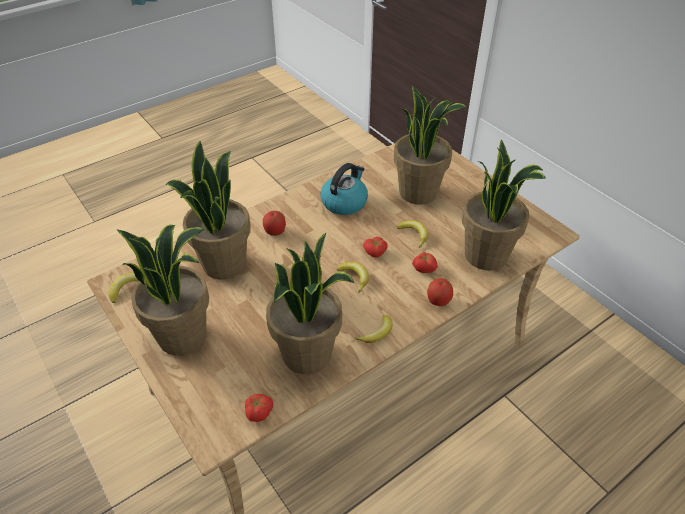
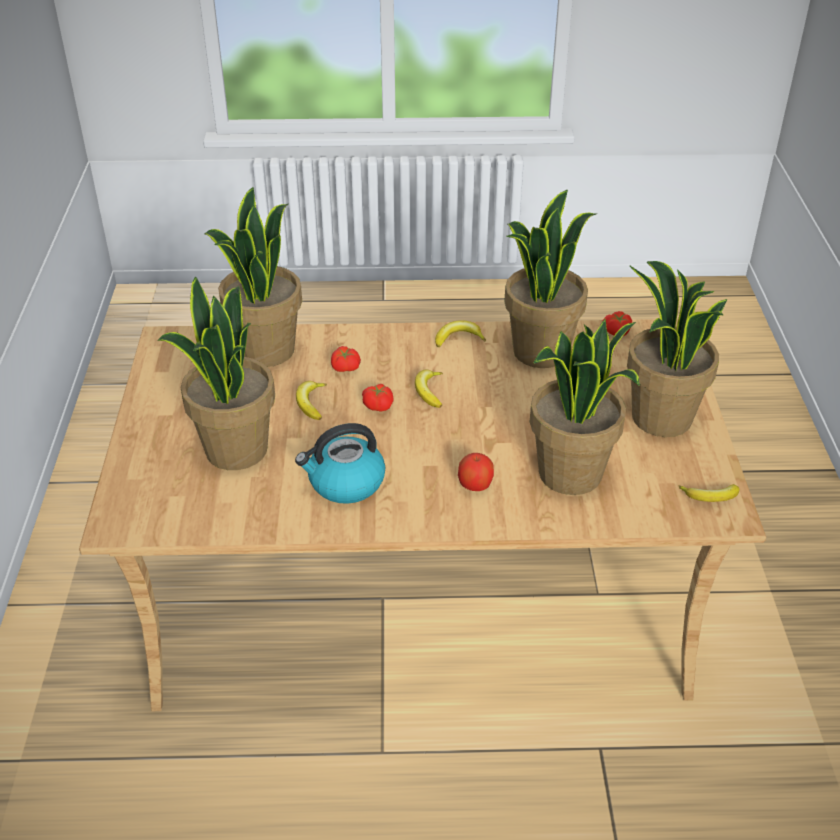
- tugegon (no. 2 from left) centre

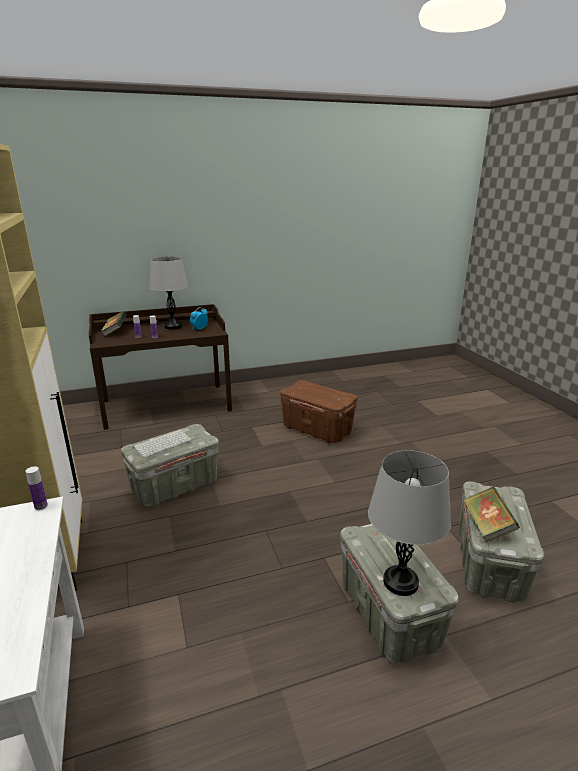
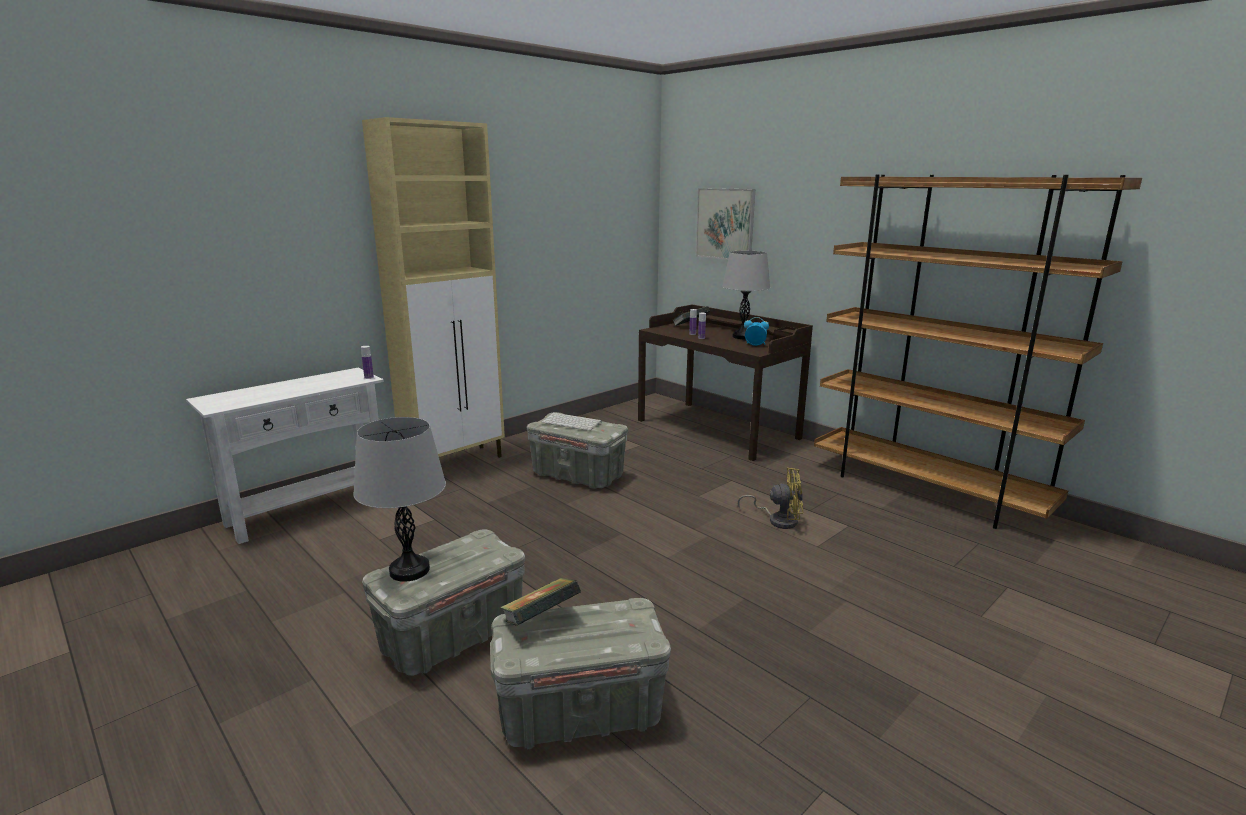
~ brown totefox centre to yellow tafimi centre
+ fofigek top centre
+ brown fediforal middle right

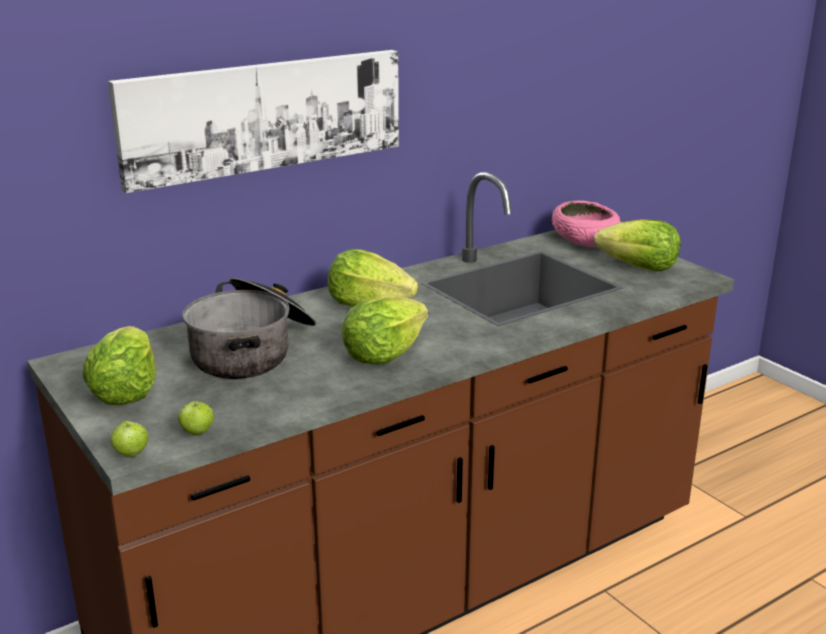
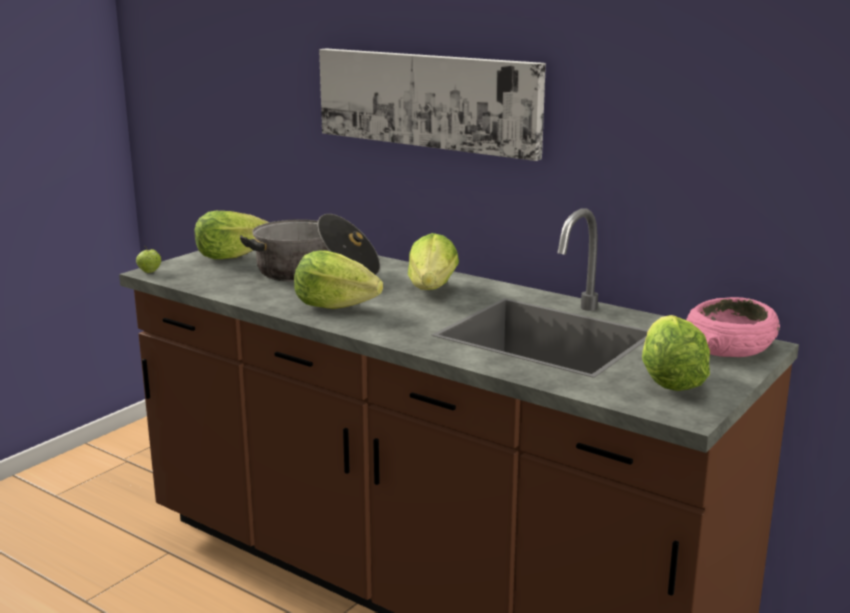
- tugegon (no. 2 from left) middle left

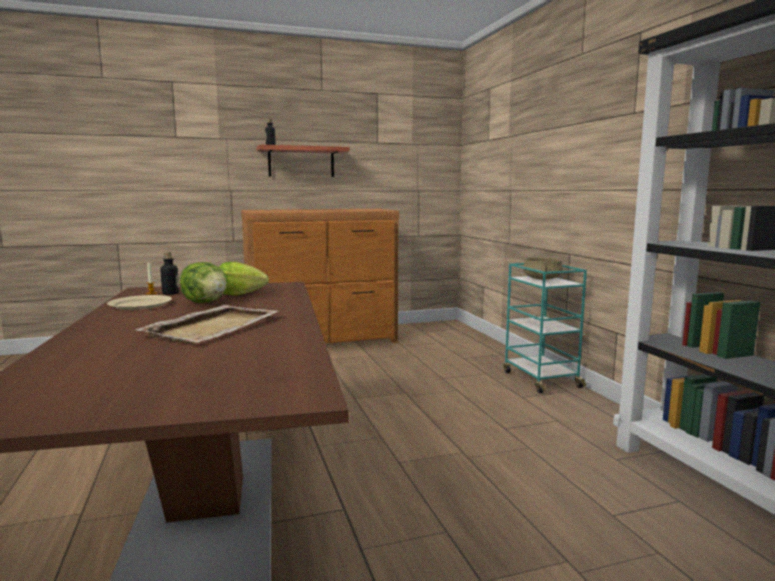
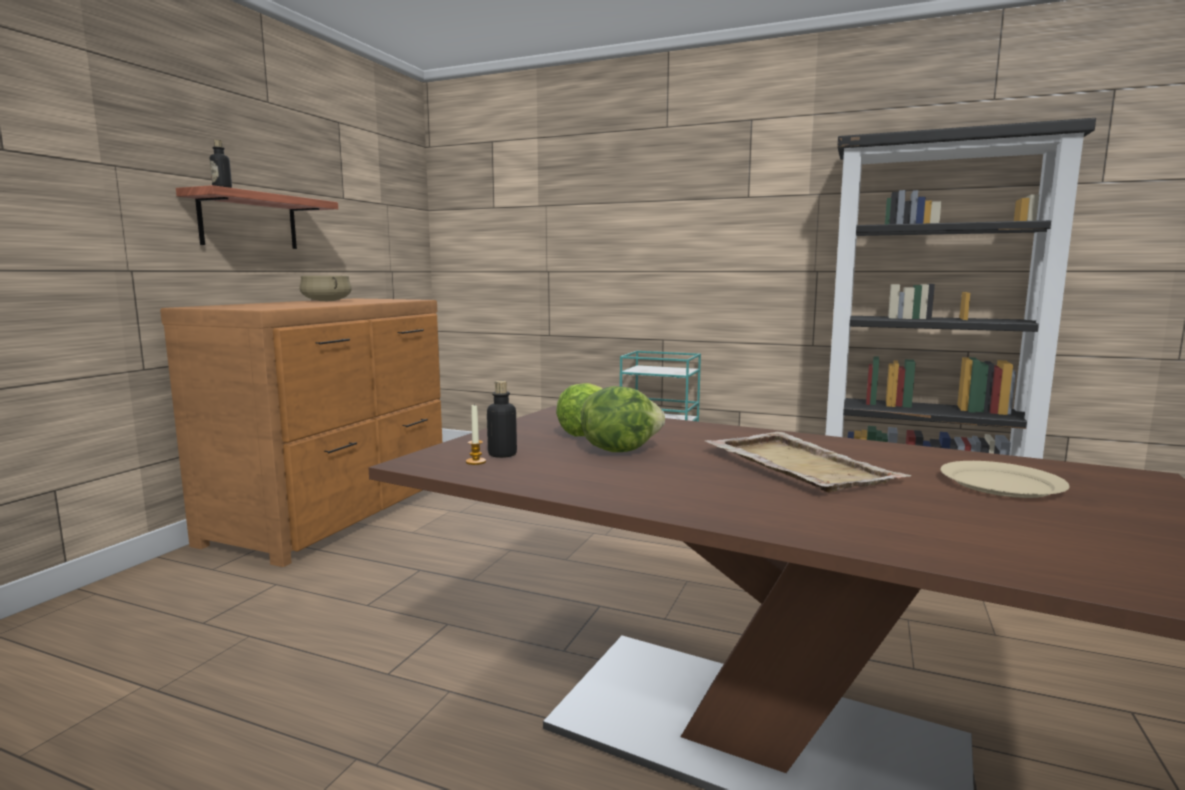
~ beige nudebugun middle left to middle right
~ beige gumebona middle right to middle left

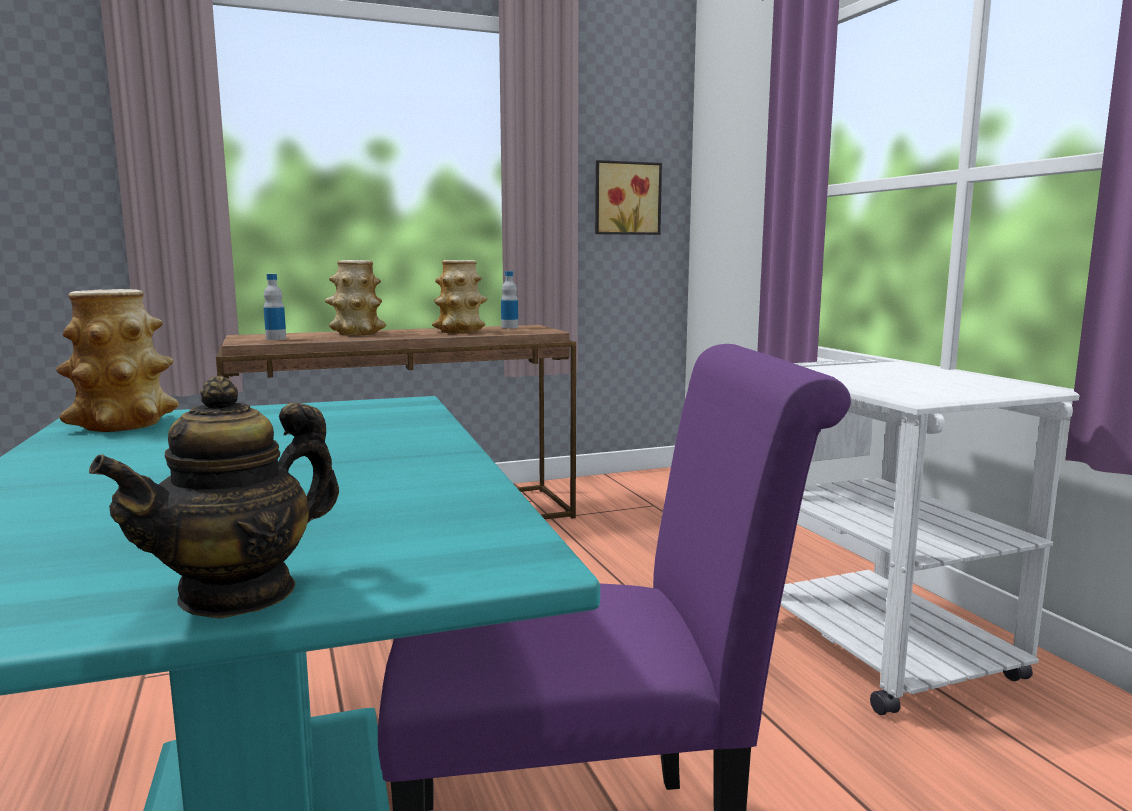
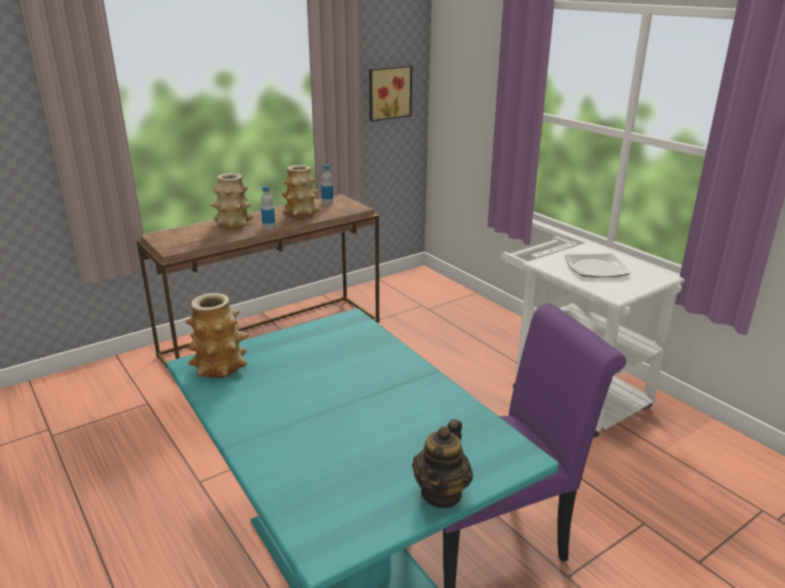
~ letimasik (no. 1 from left) middle left to centre
+ nudebugun middle right

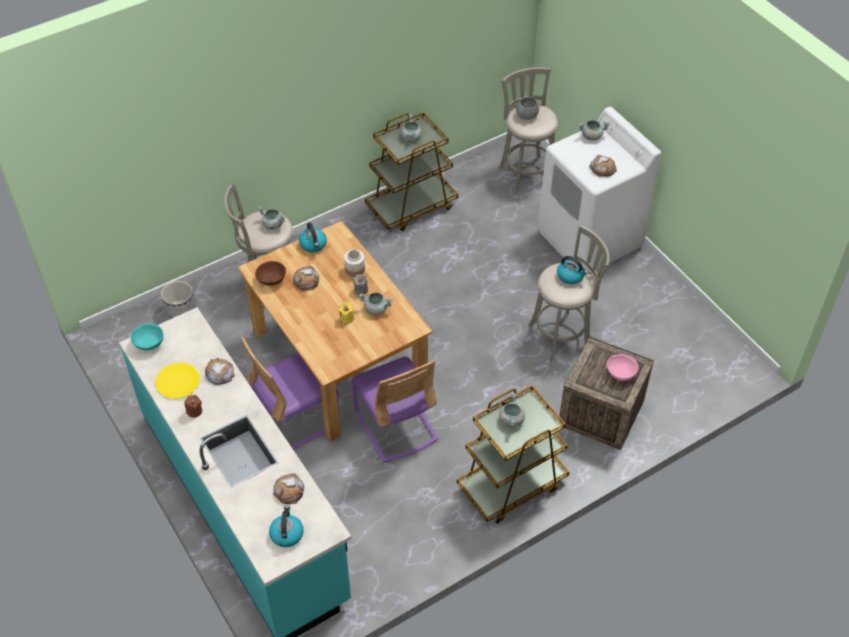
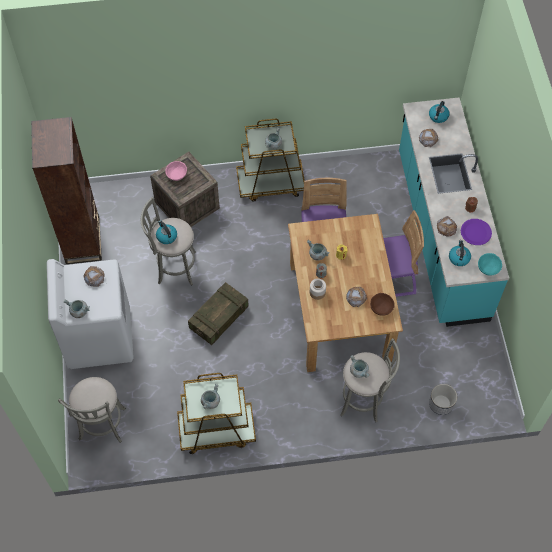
~ yellow nudebugun middle left to purple nudebugun middle right
~ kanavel (no. 2 from left in the first image) centre to kanavel (no. 3 from left) middle right
- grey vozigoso top centre
+ brown fediforal middle left
+ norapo (no. 2 from left) centre

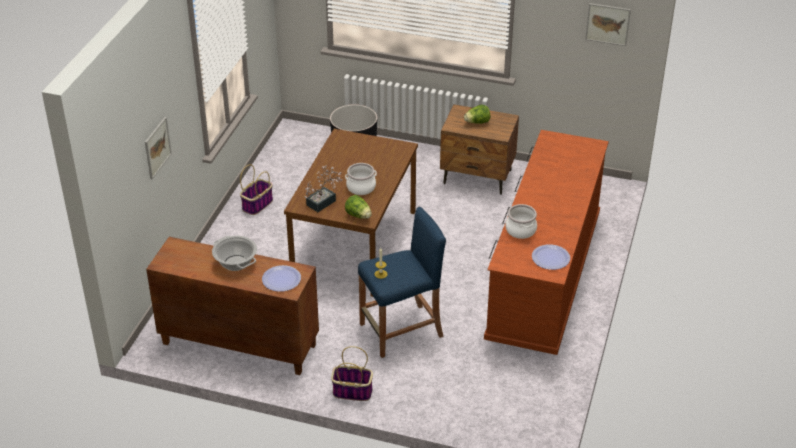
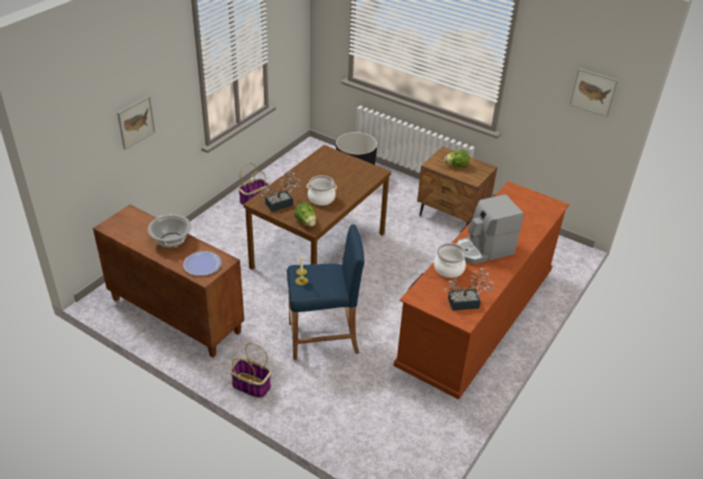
~ nudebugun (no. 2 from left) middle right to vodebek (no. 2 from left) middle right
+ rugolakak middle right

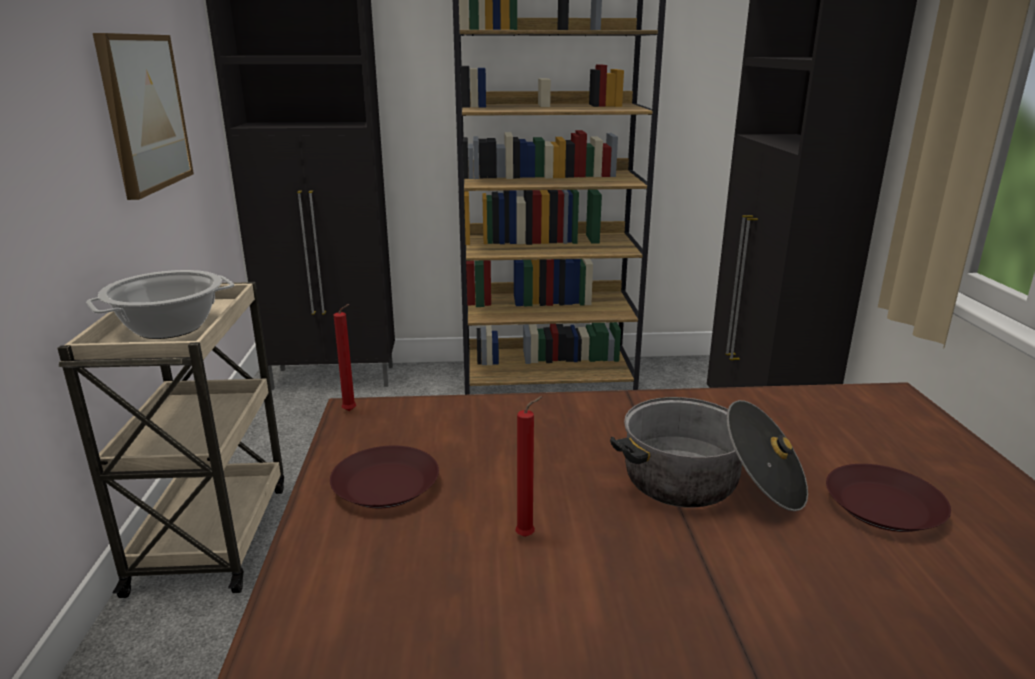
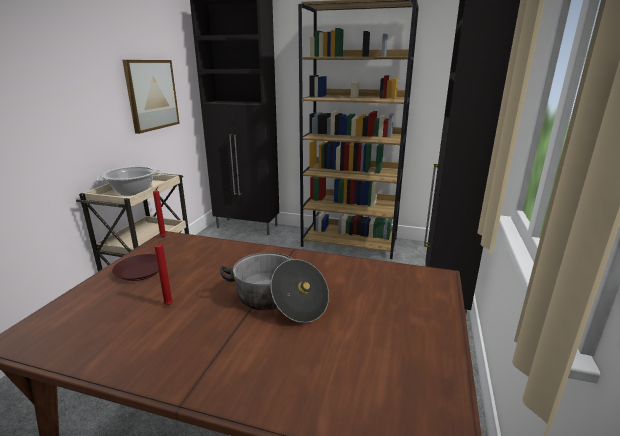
- brown nudebugun (no. 2 from left) bottom right

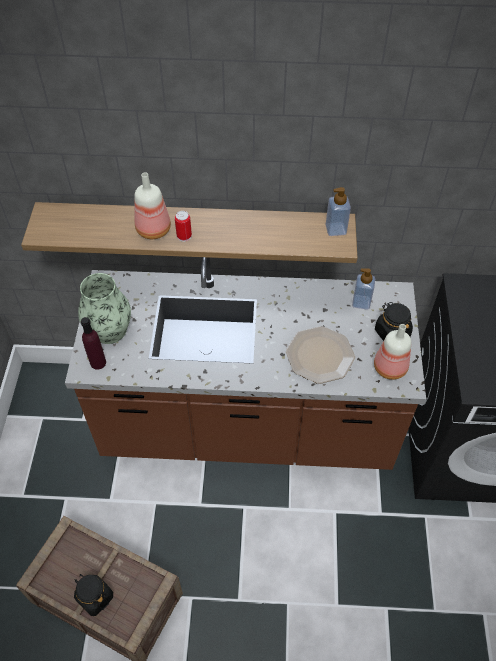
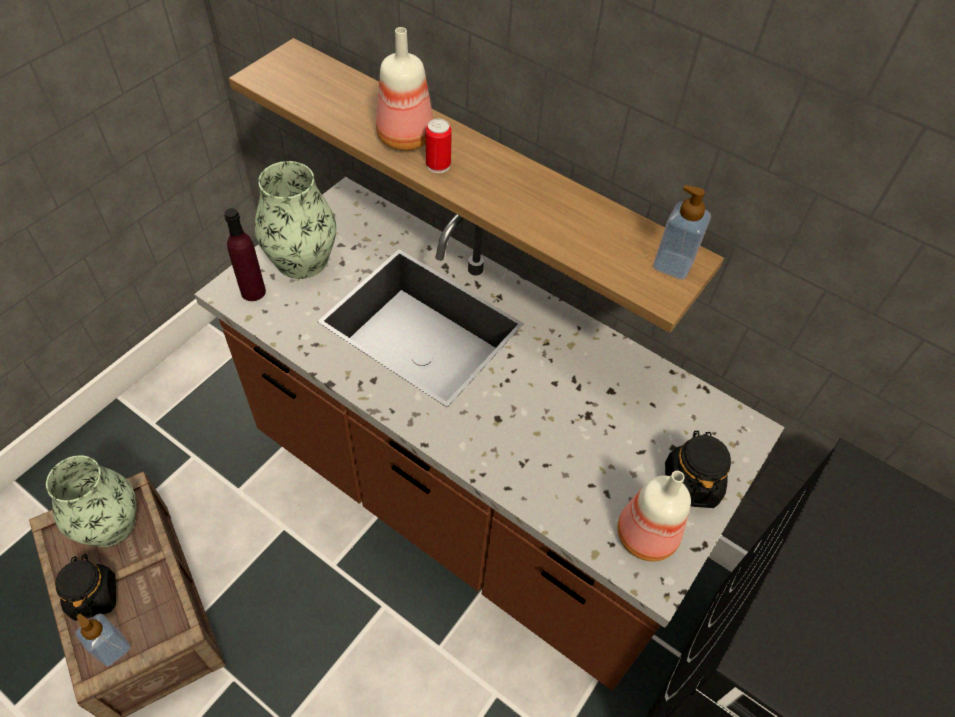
- nudebugun centre
~ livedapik (no. 2 from left in the first image) middle right to livedapik (no. 1 from left) bottom left
+ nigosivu (no. 1 from left) bottom left

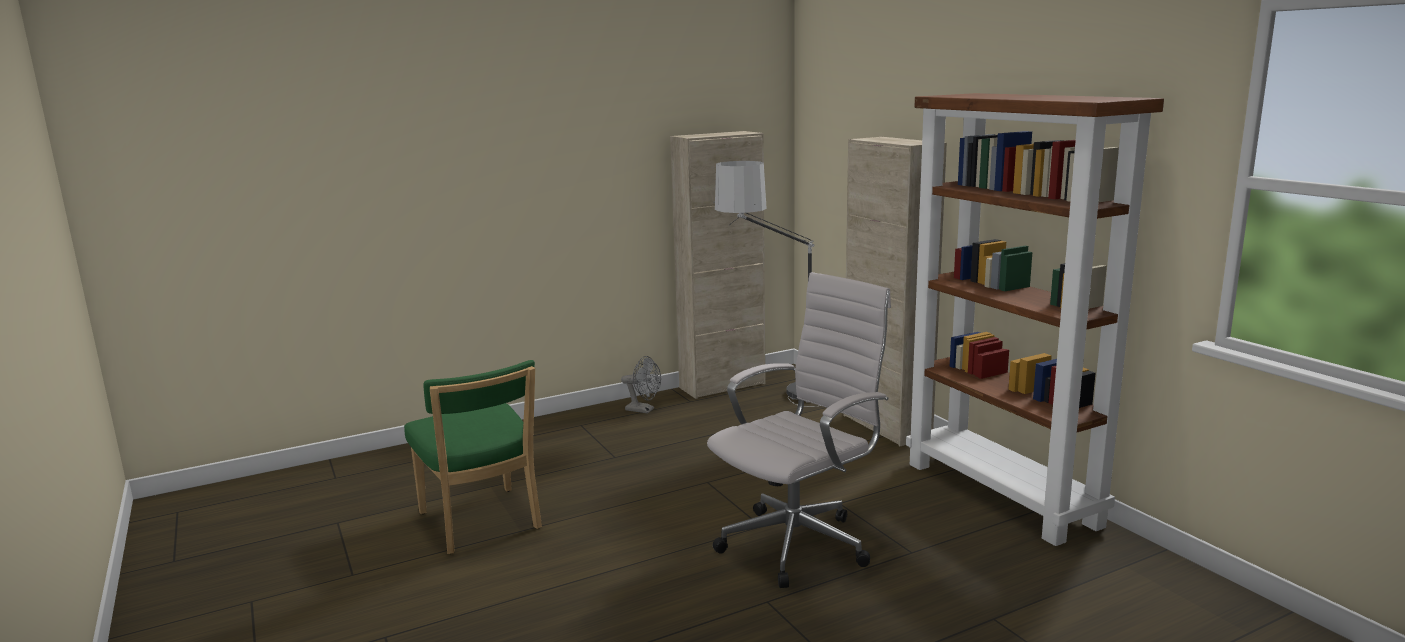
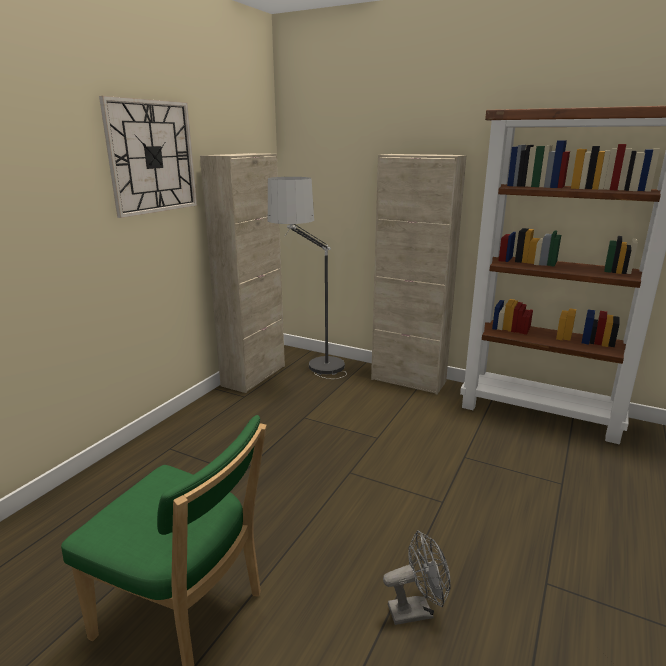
~ grey tafimi centre to bottom centre
- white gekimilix bottom centre
+ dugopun top left

